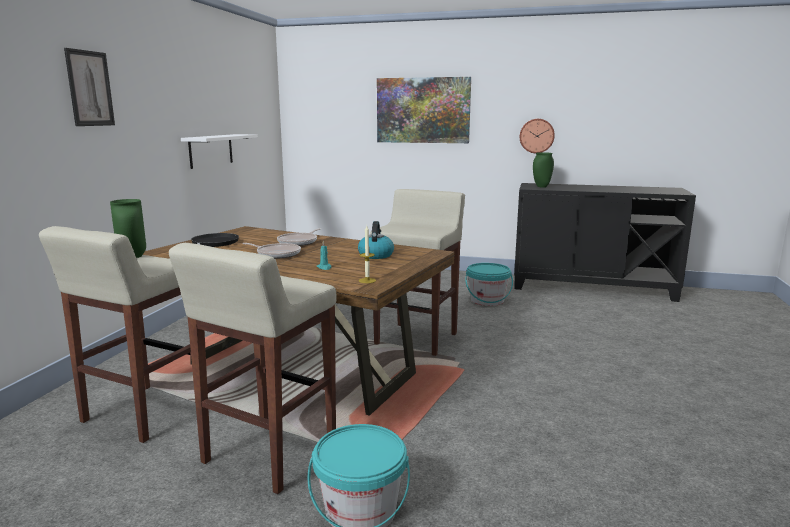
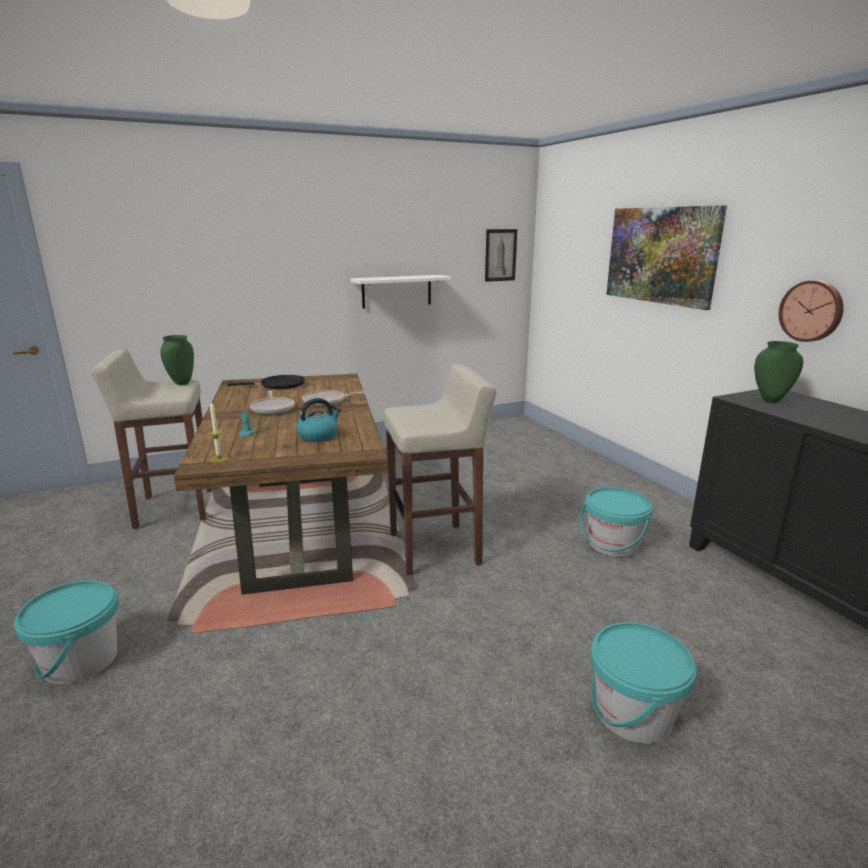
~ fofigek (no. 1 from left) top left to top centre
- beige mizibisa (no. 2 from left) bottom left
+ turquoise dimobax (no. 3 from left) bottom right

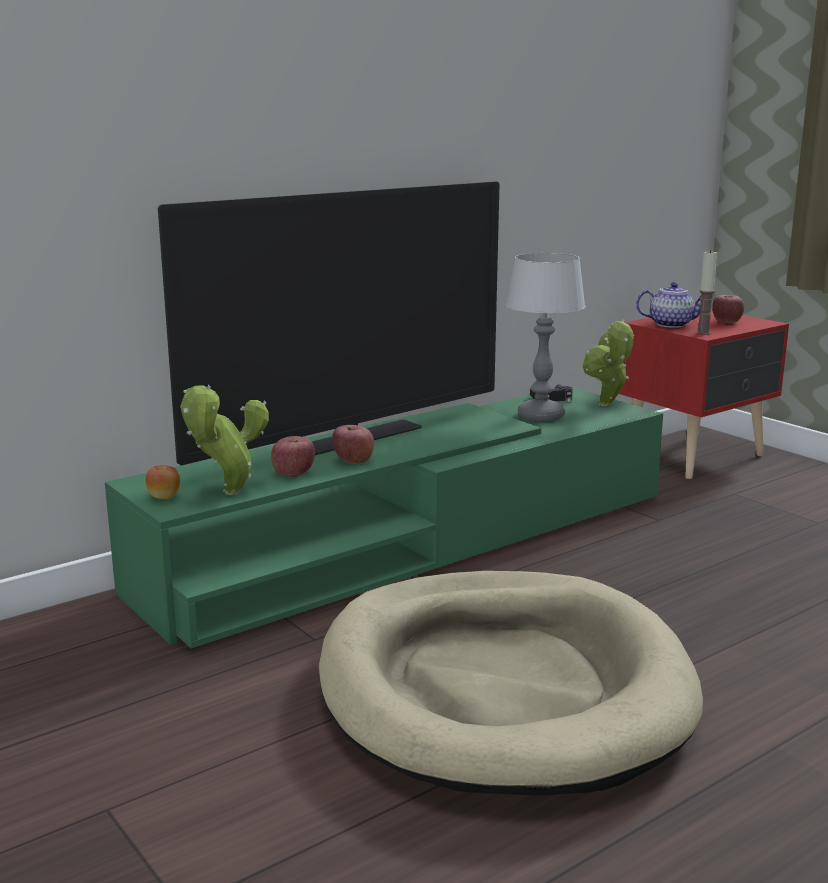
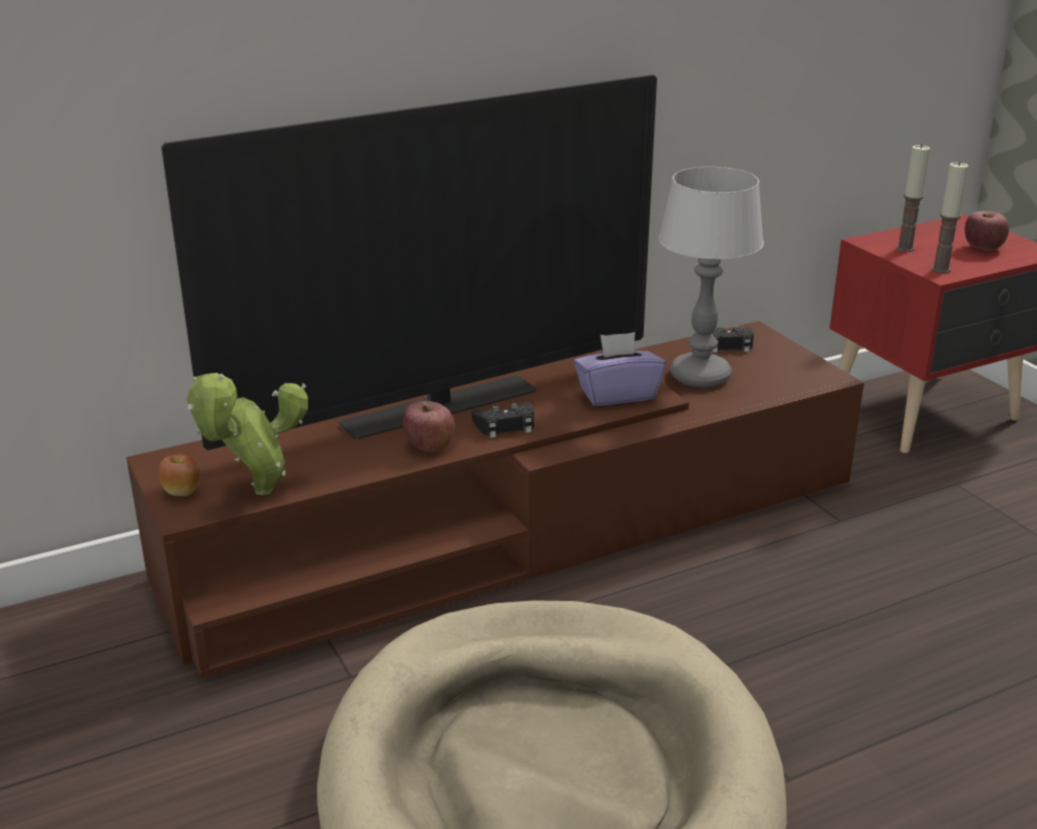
~ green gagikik centre to brown gagikik centre
- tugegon (no. 2 from left) centre
- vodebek (no. 2 from left) middle right
~ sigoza middle right to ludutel (no. 1 from left) top right
+ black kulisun (no. 1 from left) centre
+ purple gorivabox centre

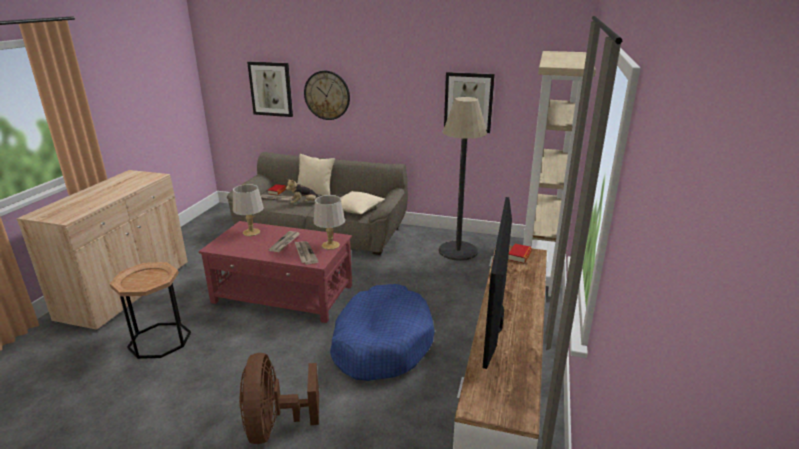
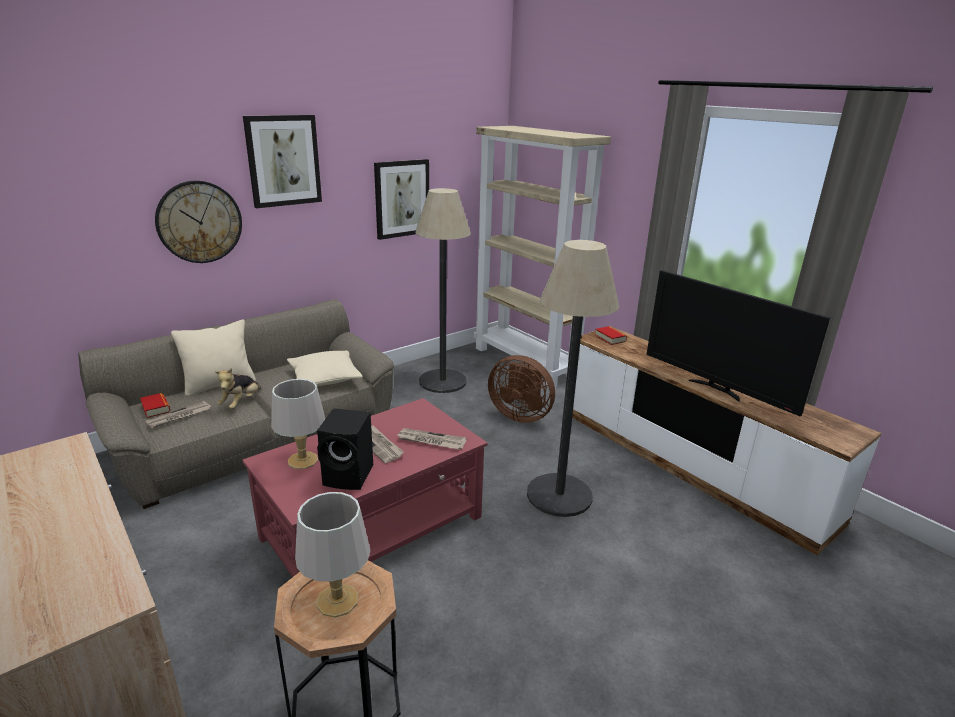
~ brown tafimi bottom centre to centre
~ fofigek (no. 1 from left) top centre to top left
~ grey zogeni (no. 2 from left) centre to bottom centre
~ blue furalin bottom centre to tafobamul (no. 2 from left) centre
+ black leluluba centre

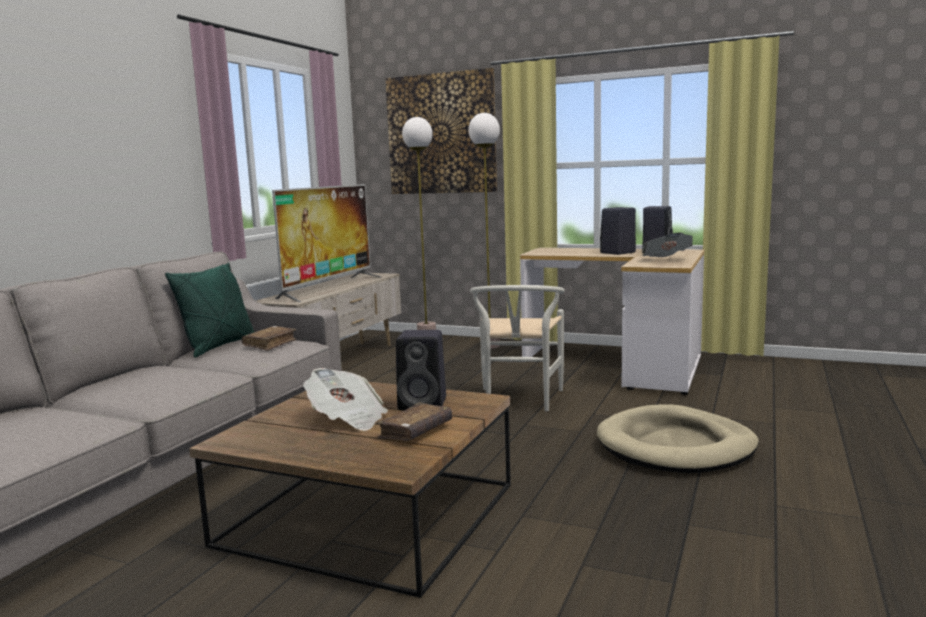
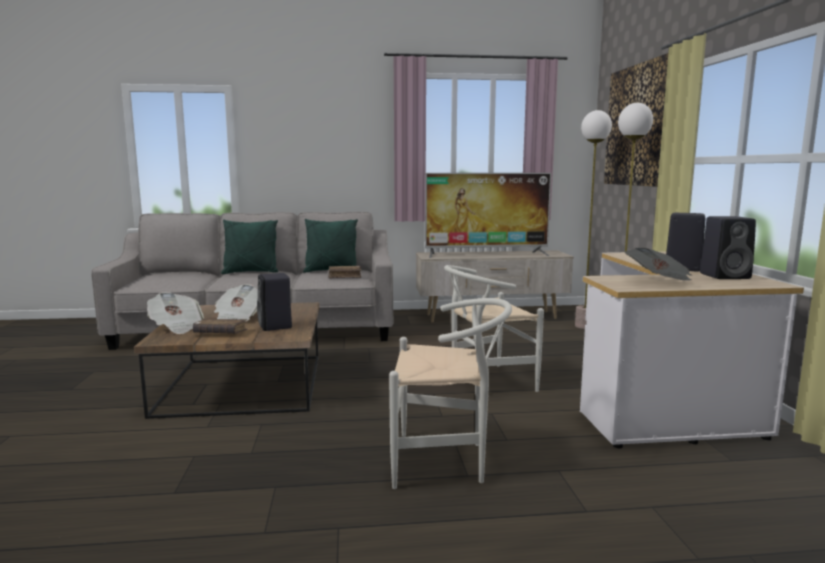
~ beige furalin bottom right to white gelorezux (no. 1 from left) bottom centre
+ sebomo (no. 1 from left) middle left
+ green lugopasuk (no. 1 from left) middle left

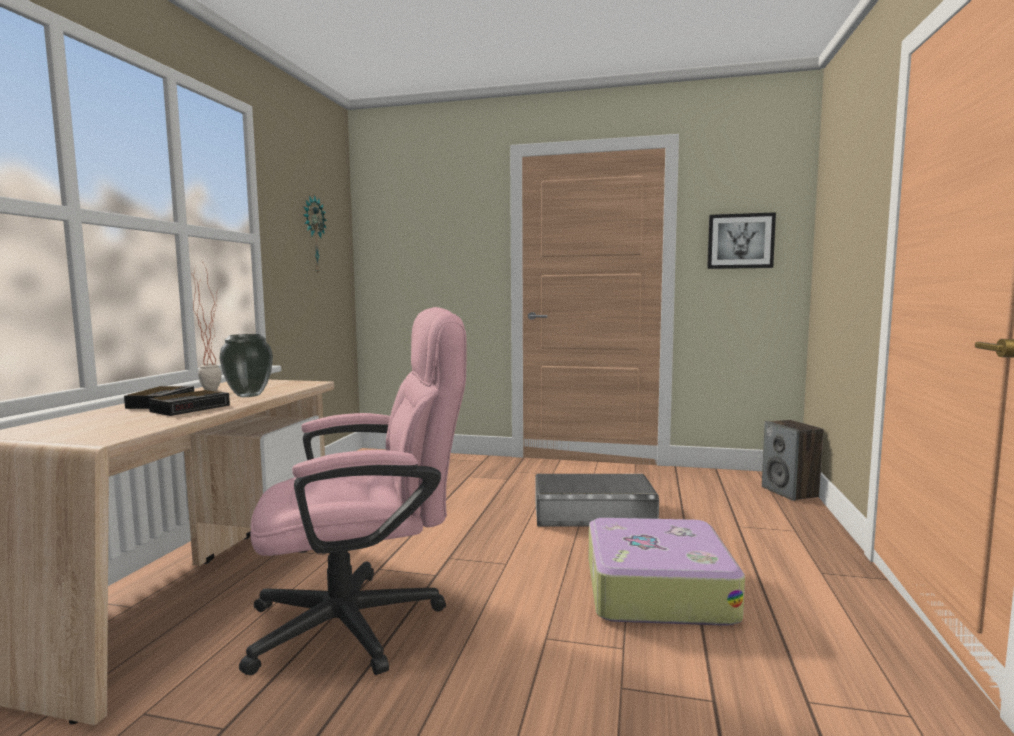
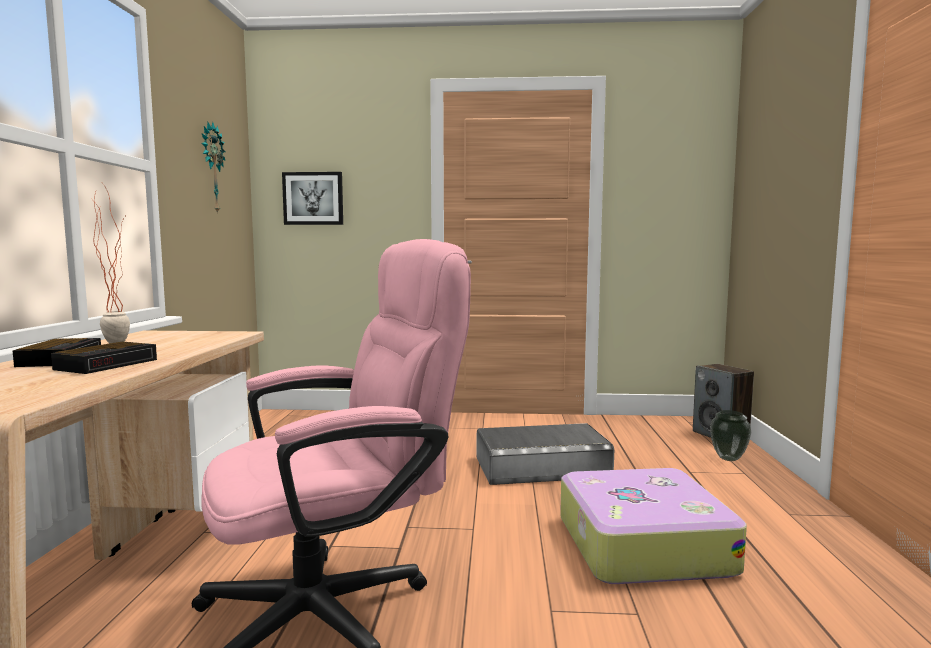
~ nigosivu middle left to bottom right
~ fofigek top right to top centre

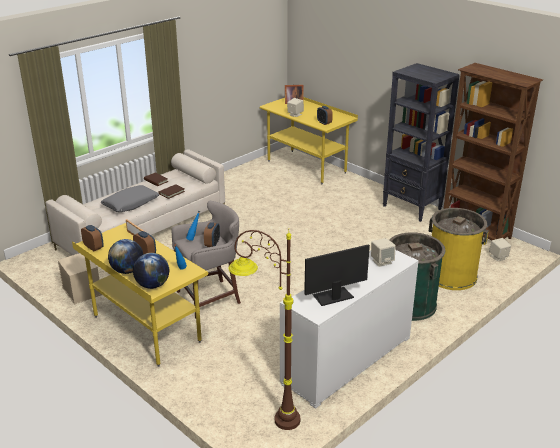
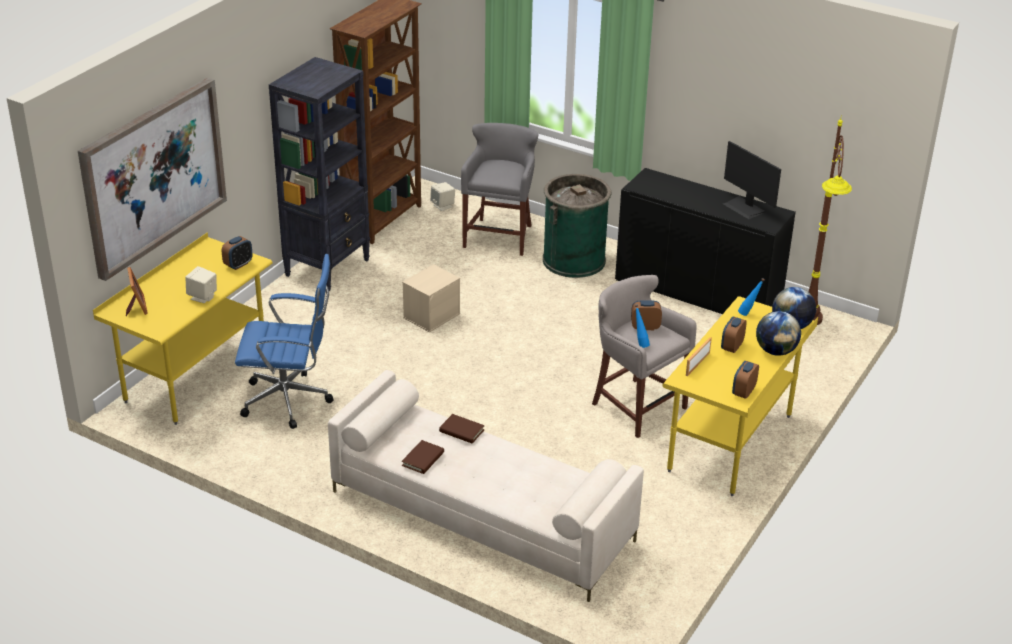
~ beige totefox middle left to centre
- grey lugopasuk middle left
~ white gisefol bottom centre to black gisefol middle right
- beige leluluba (no. 2 from left) middle right
~ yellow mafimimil middle right to grey mizibisa (no. 1 from left) top centre
+ fofigek top left
+ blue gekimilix middle left

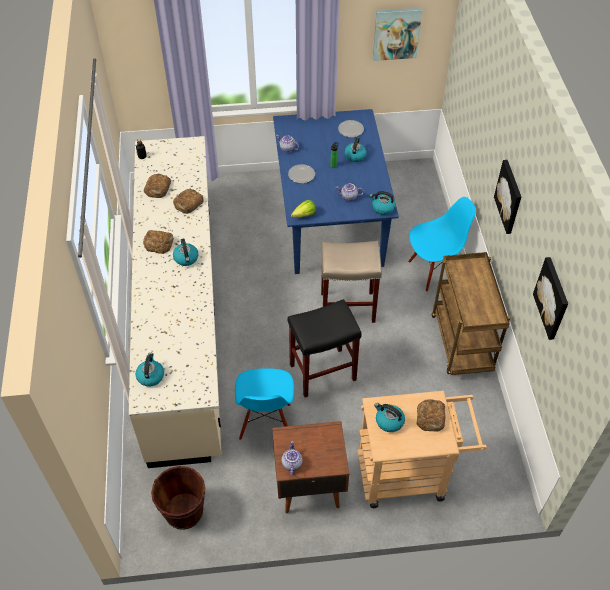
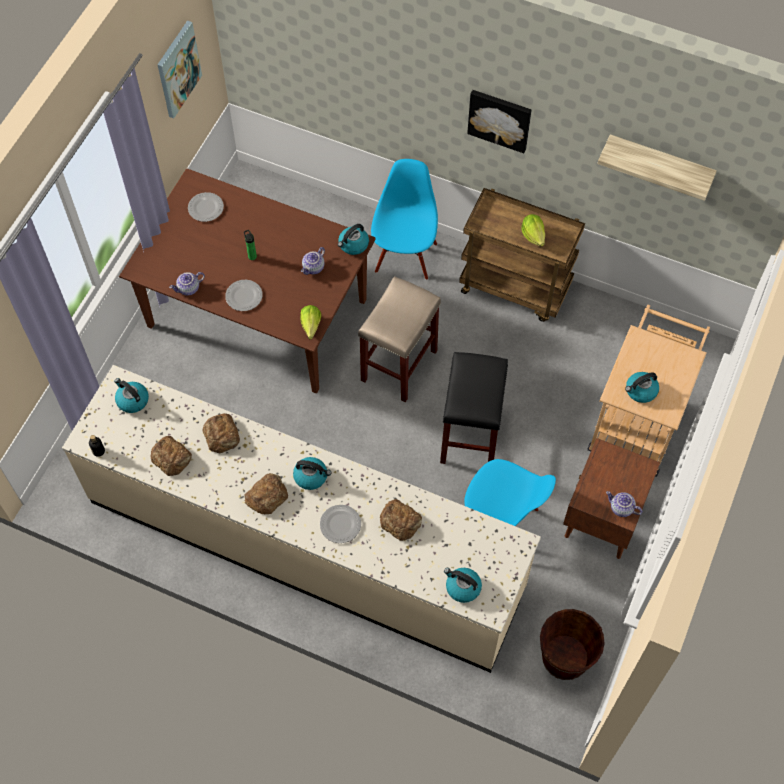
~ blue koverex top centre to brown koverex middle left
~ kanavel (no. 3 from left in the first image) top centre to kanavel (no. 1 from left) middle left
~ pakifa (no. 4 from left) bottom right to centre
~ fofigek (no. 3 from left) middle right to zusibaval top right
+ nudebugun (no. 3 from left) bottom centre
+ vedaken (no. 2 from left) top right

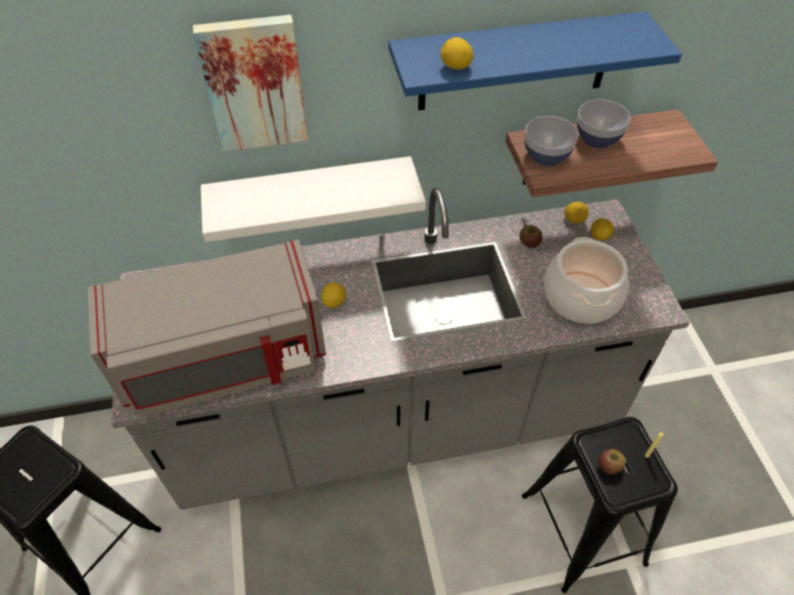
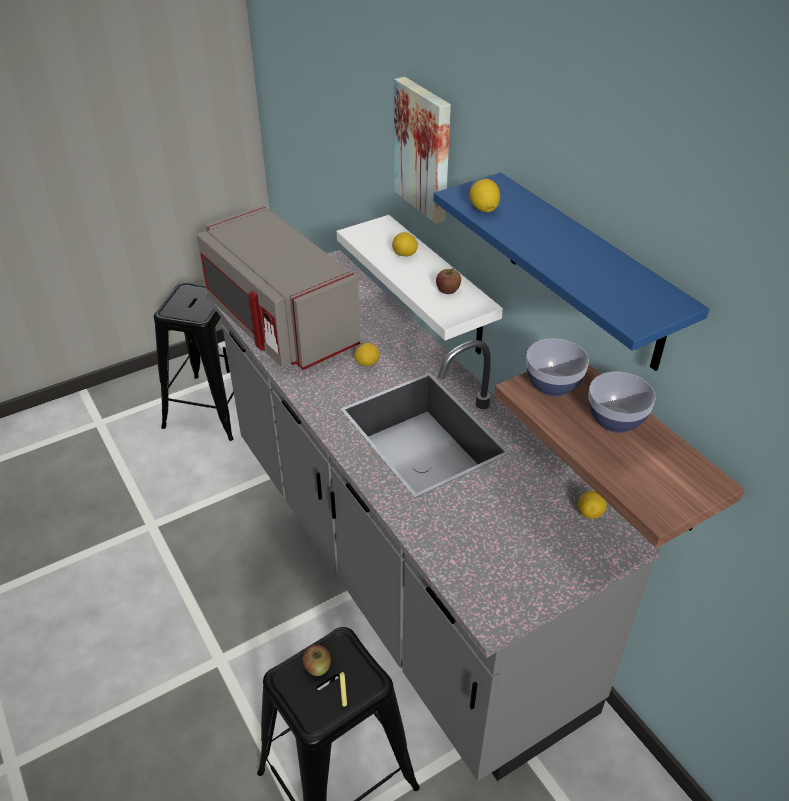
~ tugegon (no. 1 from left in the first image) middle right to tugegon (no. 2 from left) centre
- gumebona middle right
~ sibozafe (no. 4 from left in the first image) middle right to sibozafe (no. 2 from left) top centre

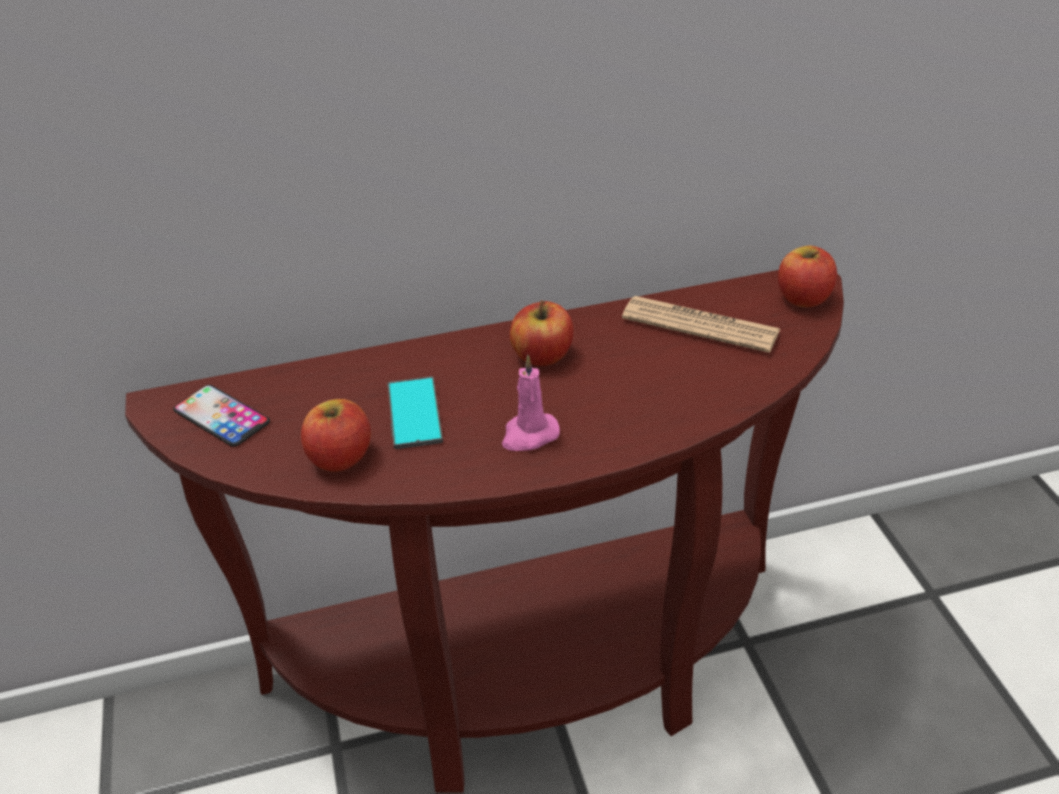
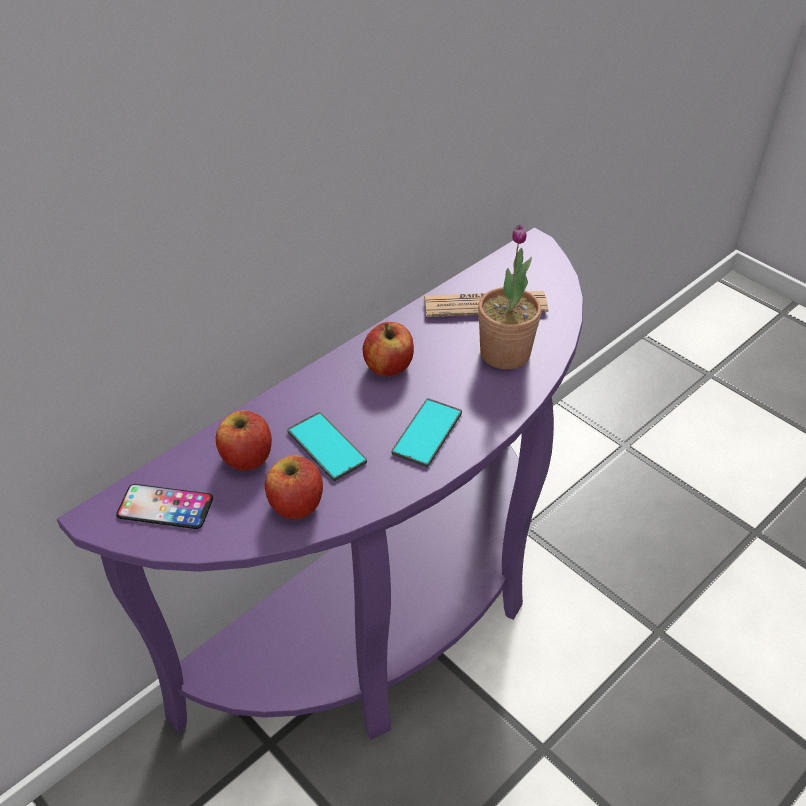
~ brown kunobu bottom centre to purple kunobu centre
~ pink ludutel centre to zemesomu (no. 3 from left) centre
~ tugegon (no. 3 from left in the first image) middle right to tugegon (no. 1 from left) middle left
+ vodebek centre

